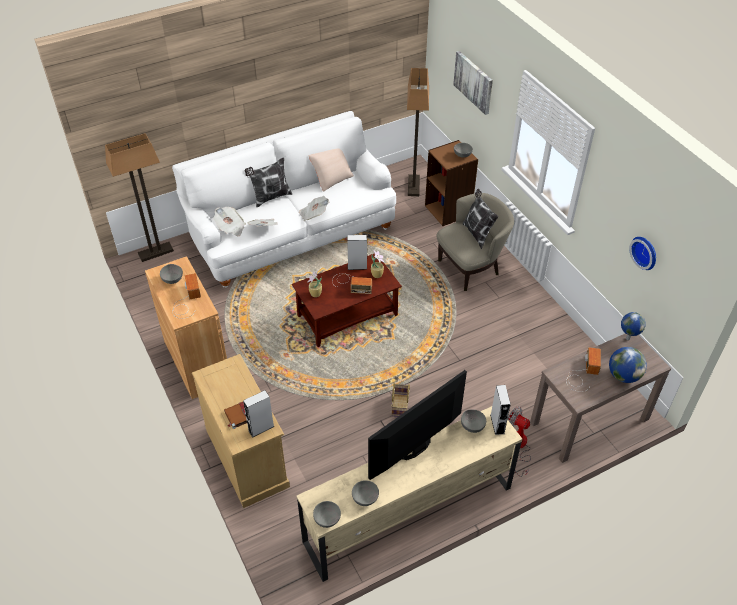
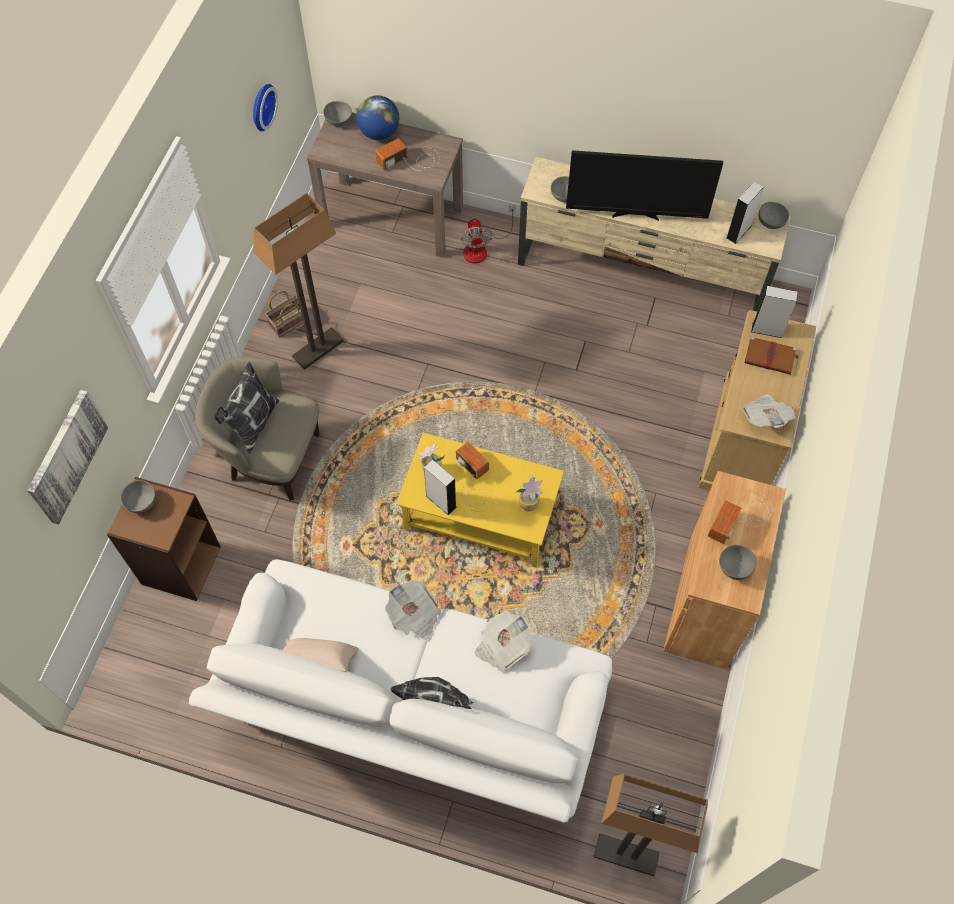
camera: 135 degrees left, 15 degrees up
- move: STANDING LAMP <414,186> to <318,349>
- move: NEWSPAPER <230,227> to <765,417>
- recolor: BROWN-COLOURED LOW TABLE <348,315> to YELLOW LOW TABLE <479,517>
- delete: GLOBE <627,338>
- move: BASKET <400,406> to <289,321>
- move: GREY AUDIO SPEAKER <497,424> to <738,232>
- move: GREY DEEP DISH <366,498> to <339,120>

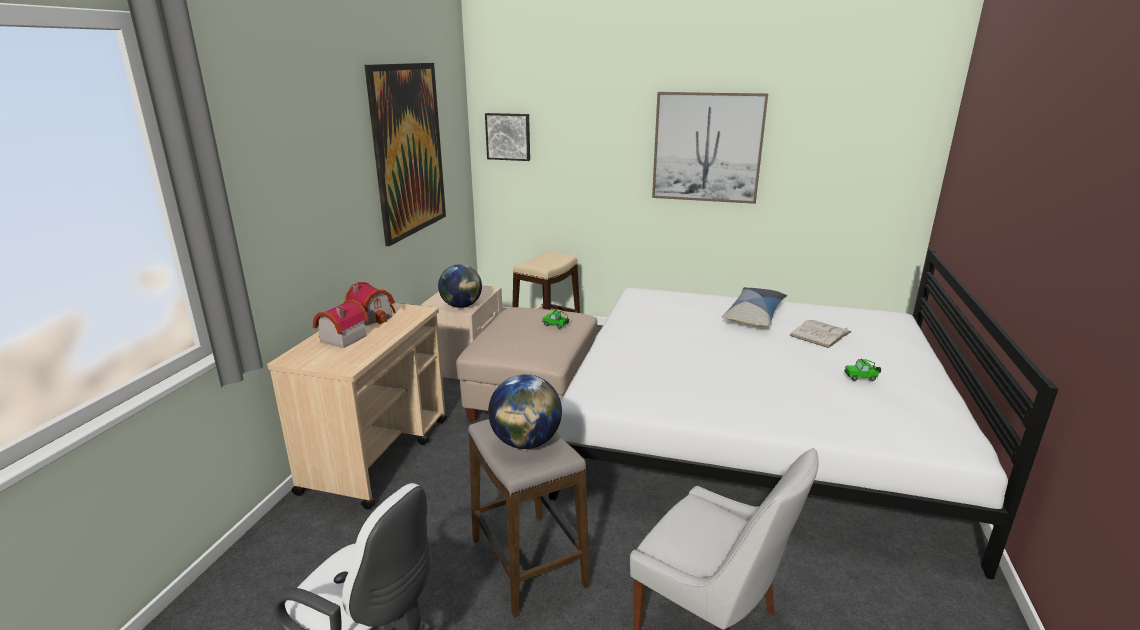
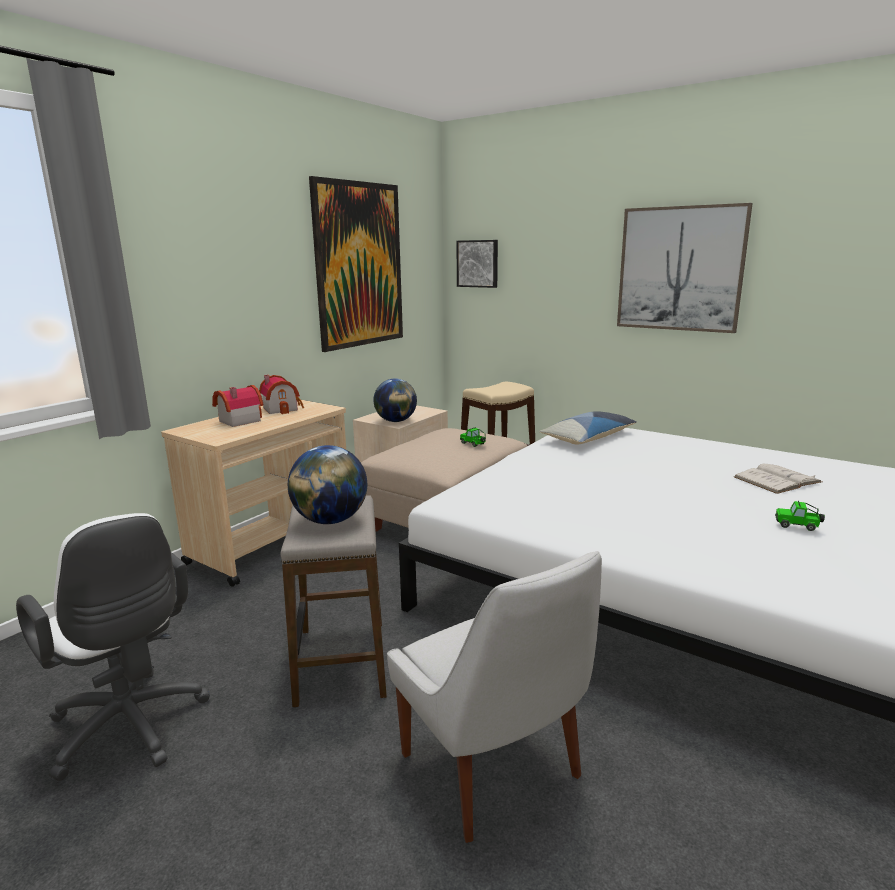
camera: 20 degrees right, 5 degrees down
- move: PILLOW <754,315> to <589,437>

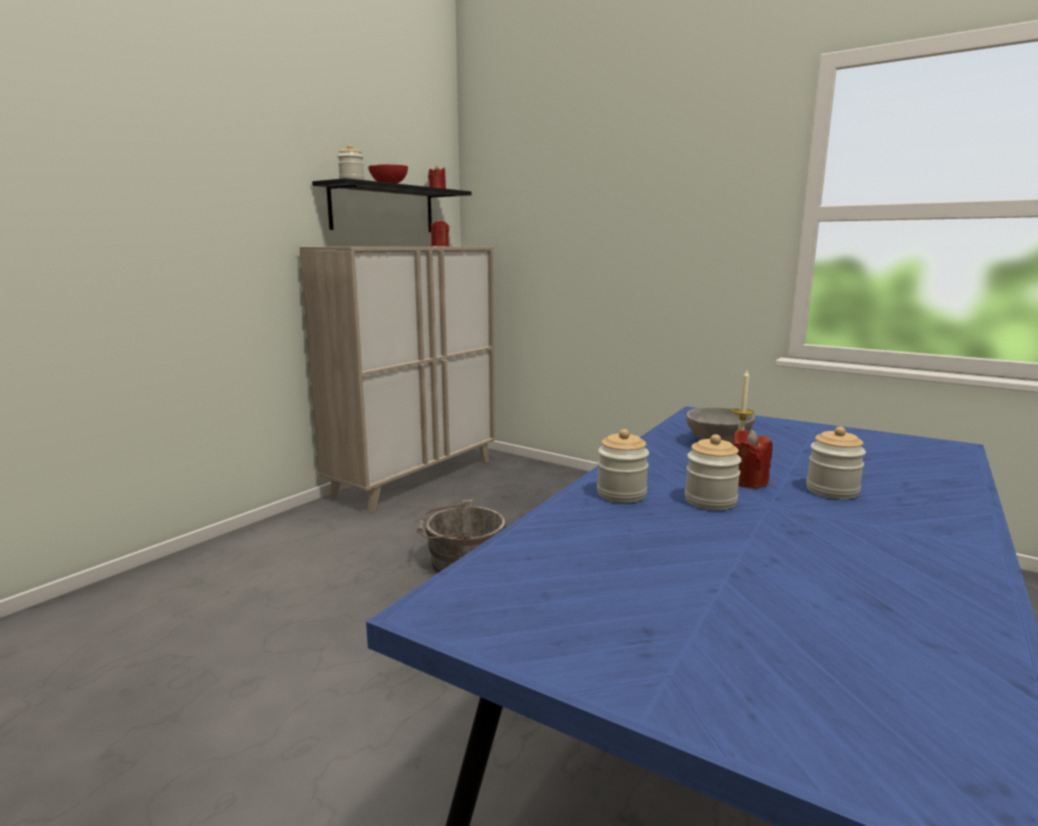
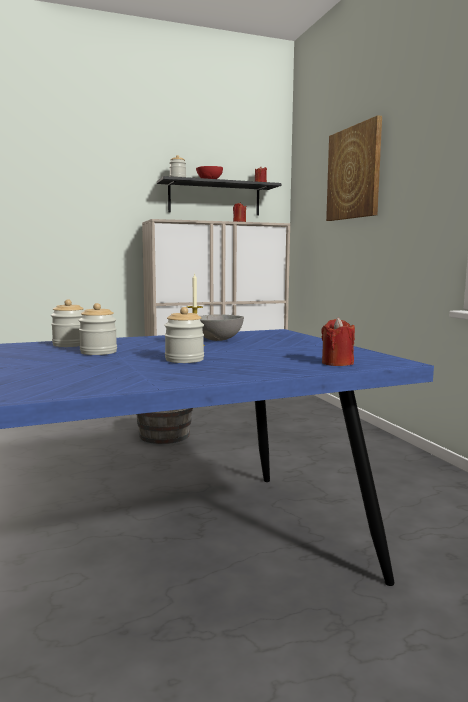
camera: 35 degrees right, 5 degrees down
- move: RED-COLOURED WAX LIGHT <748,481> to <337,363>
- insert: WALL ART <354,173>

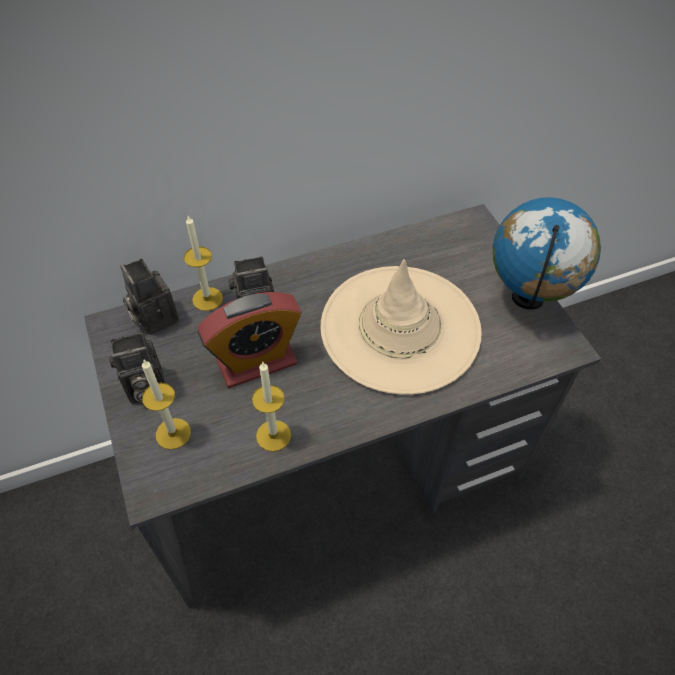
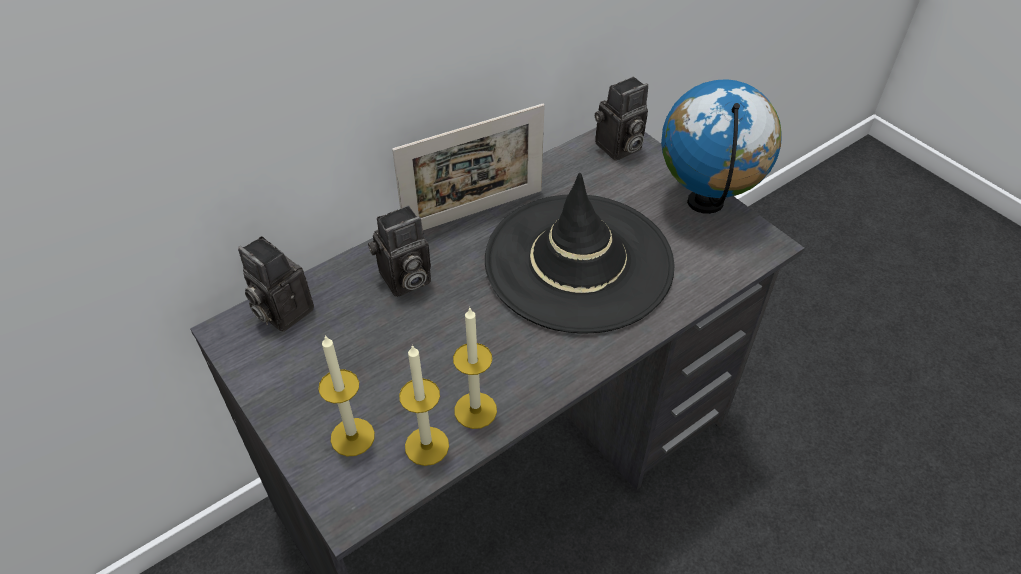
camera: 15 degrees left, 5 degrees down
- move: WAX LIGHT <207,299> to <427,446>
- recolor: BEIGE-COLOURED WEARABLE HAT <400,328> to BLACK-COLOURED WEARABLE HAT <578,262>
- delete: BEDSIDE CLOCK <256,361>
- move: STILL CAMERA <144,389> to <618,148>
- insert: STANDING FRAME <474,212>

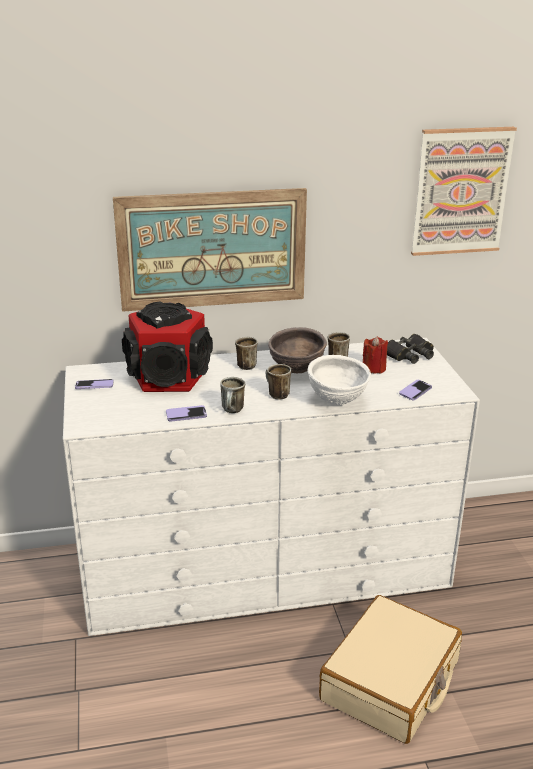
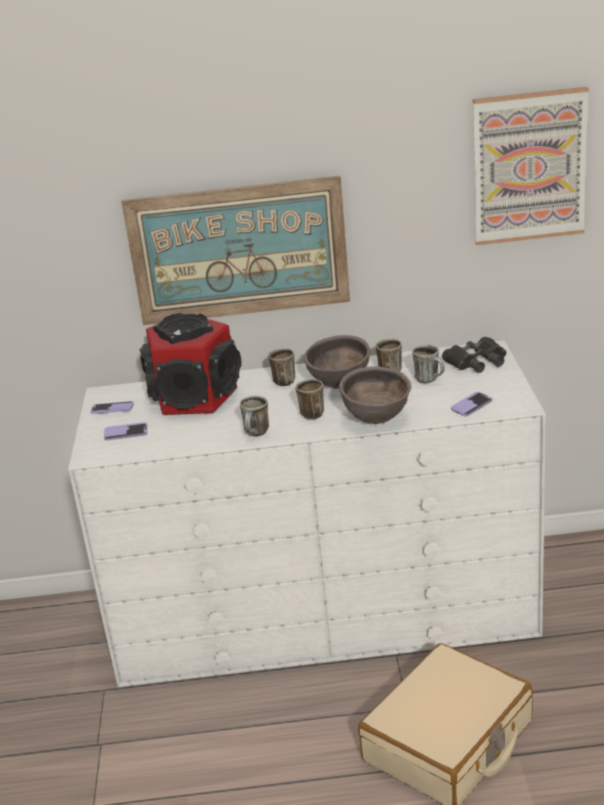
camera: 10 degrees right, 0 degrees up
- replace: RED-COLOURED WAX LIGHT <374,368> to MUG <430,380>
- recolor: WHITE-COLOURED DEEP DISH <337,402> to BROWN-COLOURED DEEP DISH <376,420>
- move: TELEPHONE <186,414> to <126,433>

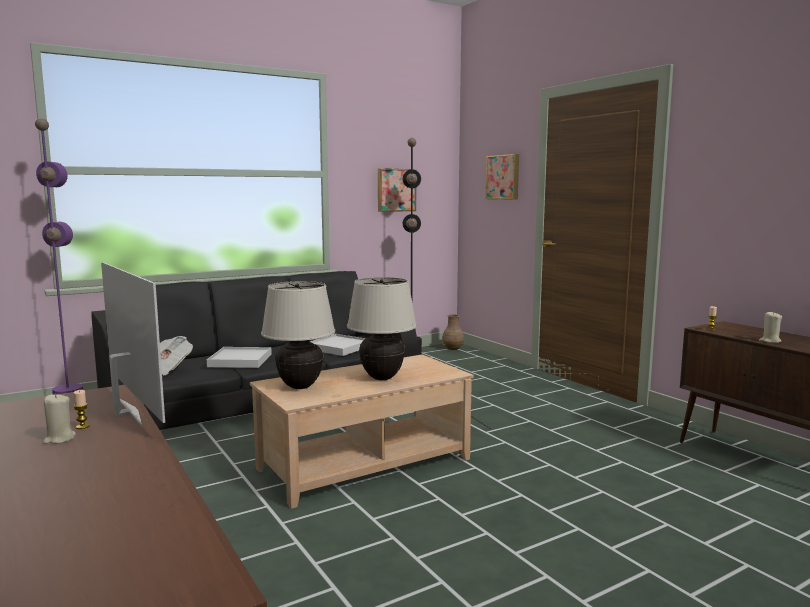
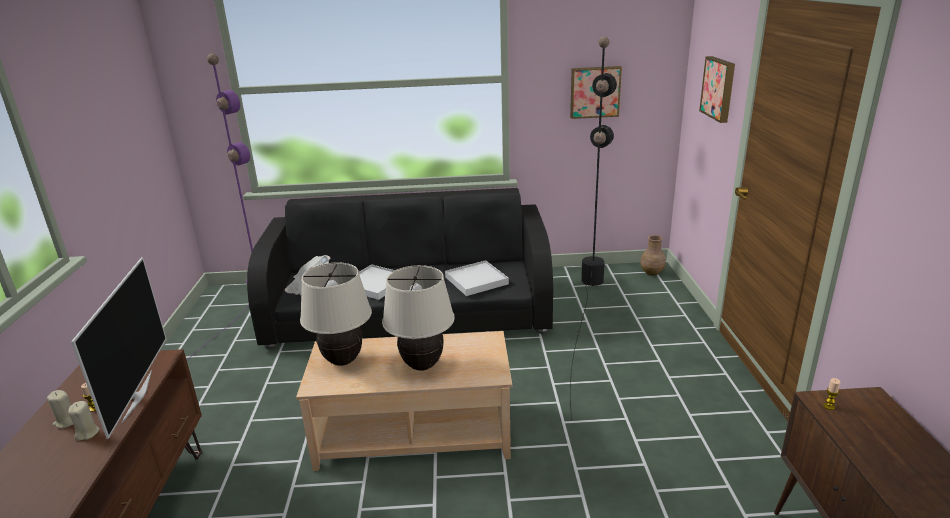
camera: 30 degrees right, 15 degrees up
- move: BEIGE-COLOURED WAX LIGHT <770,341> to <87,433>

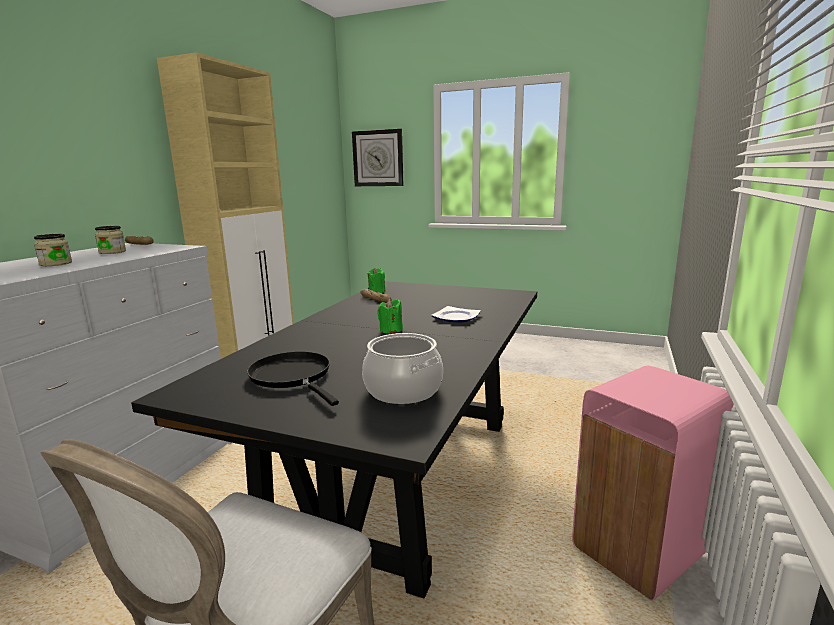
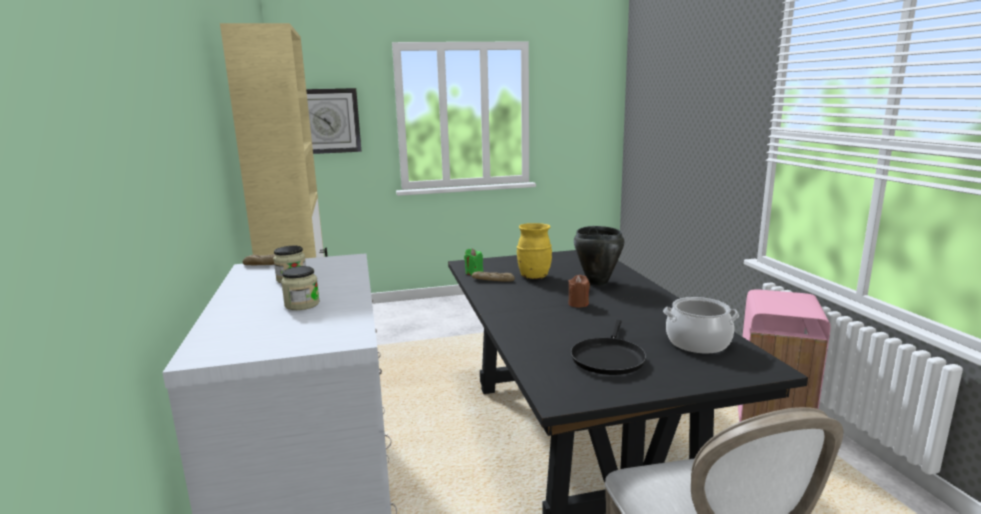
camera: 35 degrees left, 0 degrees up
- recolor: GREEN-COLOURED WAX LIGHT <390,330> to BROWN-COLOURED WAX LIGHT <578,304>
- replace: FLAT DISH <455,317> to BLACK-COLOURED SAUCEPOT <597,282>
- rotate: BLACK-COLOURED FRYING PAN <293,377> = <608,358> 90 degrees counterclockwise
- insert: YELLOW FLOWER VASE <534,276>

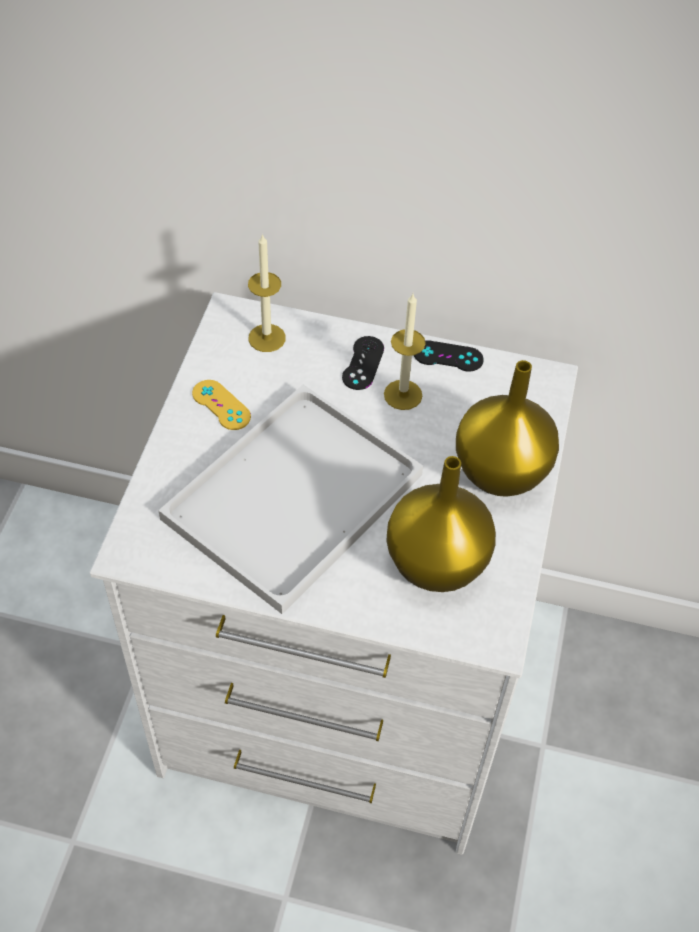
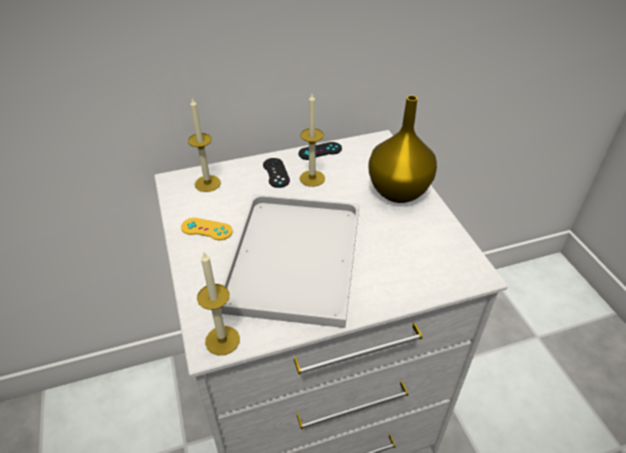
camera: 30 degrees left, 10 degrees down
- delete: YELLOW FLOWER VASE <435,562>
- insert: WAX LIGHT <222,340>

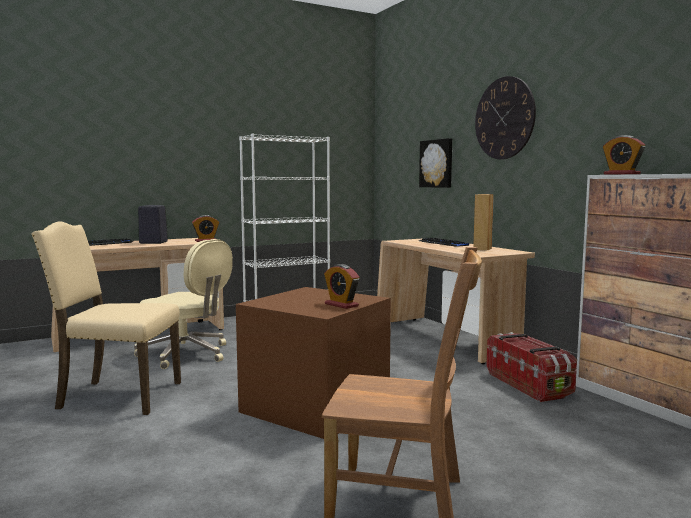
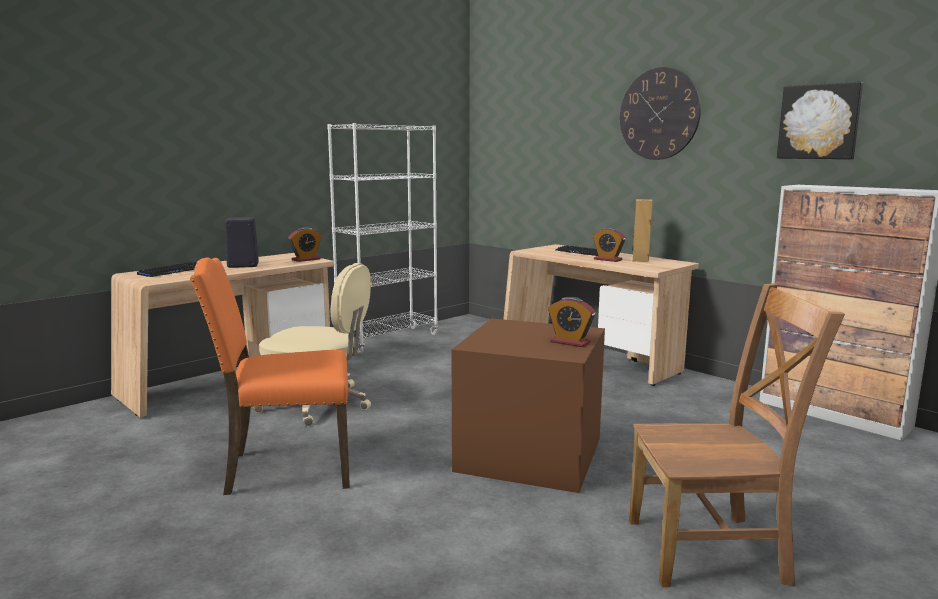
camera: 15 degrees left, 5 degrees up
- move: BEDSIDE CLOCK <621,174> to <608,259>
- move: WALL ART <437,163> to <819,122>
- recolor: BEIGE-COLOURED UPRIGHT CHAIR <117,396> to ORANGEY UPRIGHT CHAIR <286,468>
- delete: STORAGE BOX <529,384>

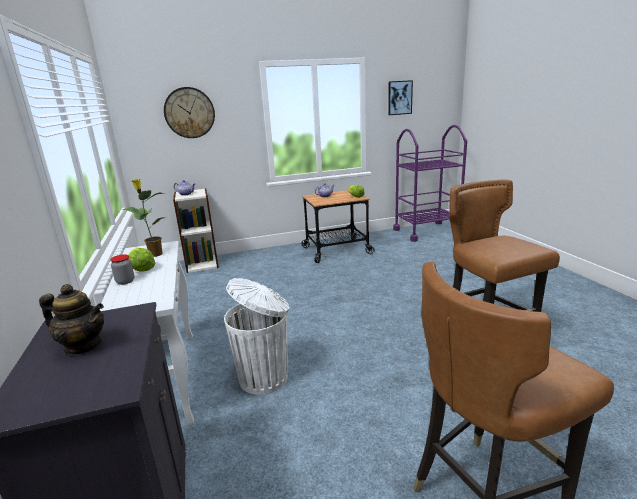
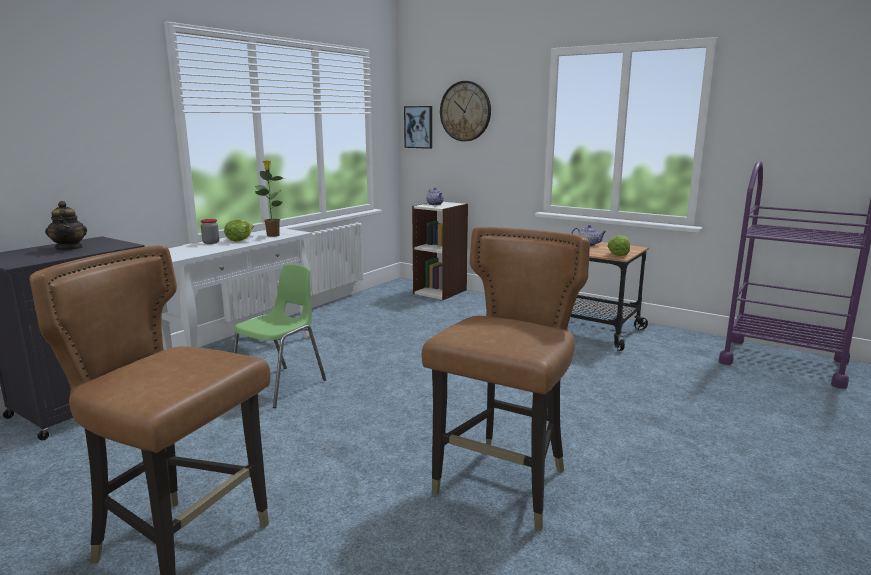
camera: 50 degrees right, 5 degrees down
- move: WALL ART <399,97> to <419,127>
- replace: WHITE-COLOURED WASTE BIN <265,377> to GREEN-COLOURED UPRIGHT CHAIR <280,386>

